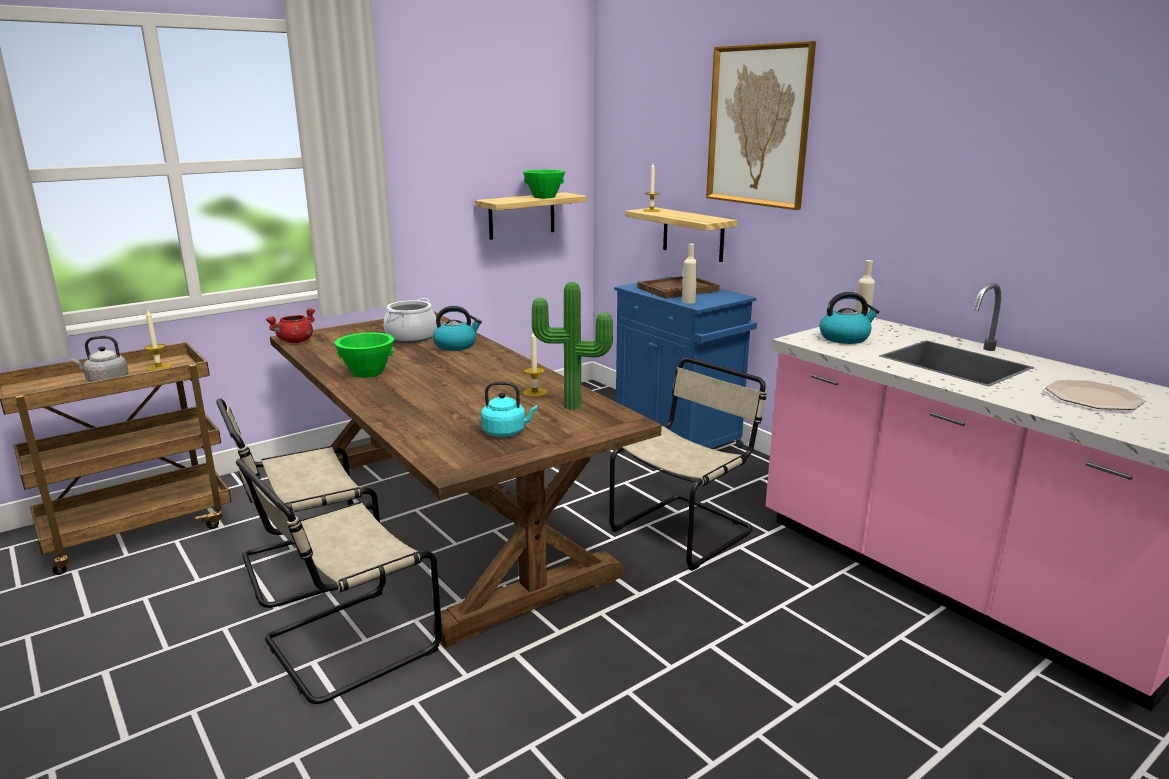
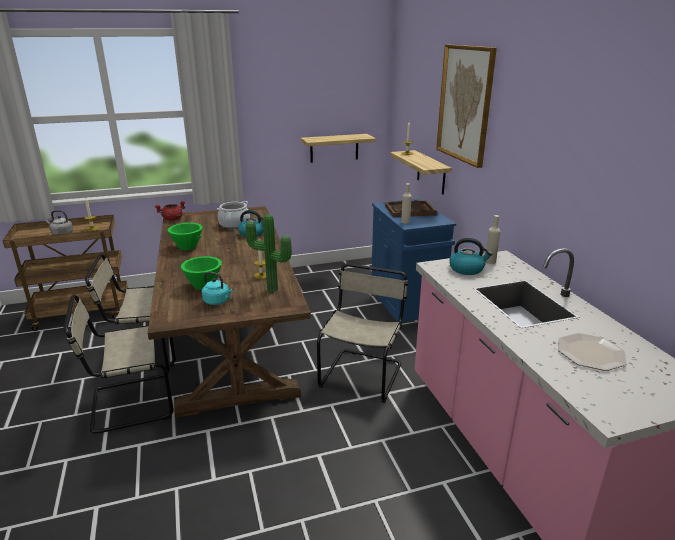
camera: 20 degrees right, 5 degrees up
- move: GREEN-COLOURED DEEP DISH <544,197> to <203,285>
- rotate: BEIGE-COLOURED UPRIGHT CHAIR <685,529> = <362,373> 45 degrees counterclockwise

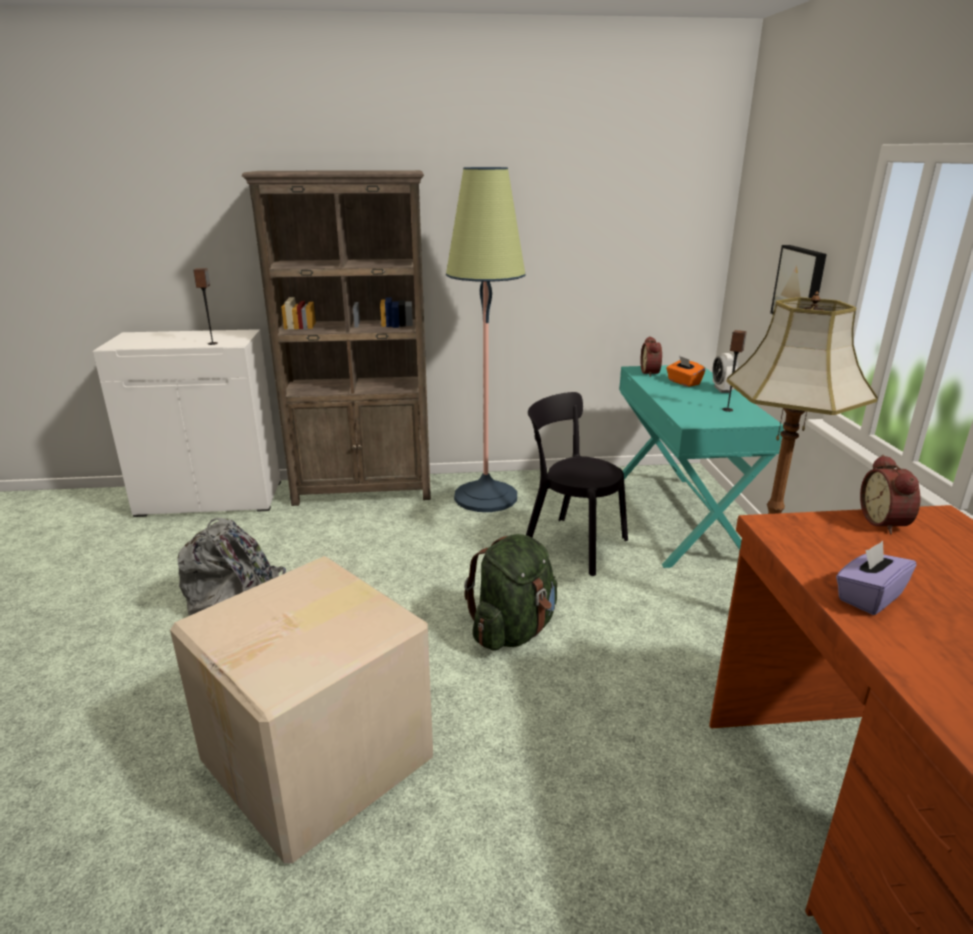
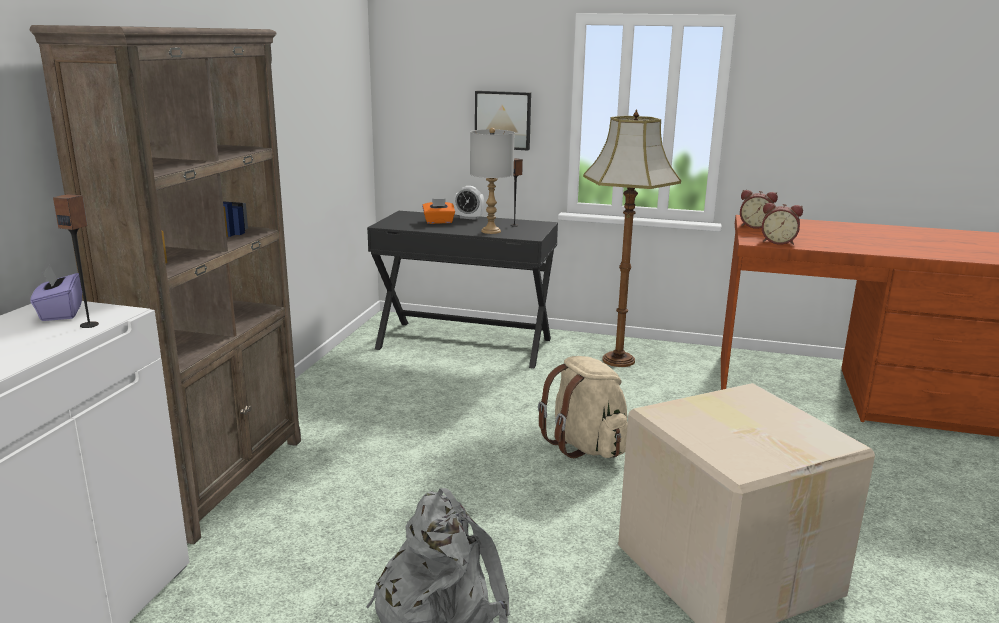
camera: 70 degrees left, 5 degrees down
- delete: STANDING LAMP <485,497>
- move: BEDSIDE CLOCK <651,373> to <778,242>
- recolor: TURQUOISE DESK UNIT <678,518> to BLACK-COLOURED DESK UNIT <465,343>
- delete: BLACK-COLOURED UPRIGHT CHAIR <570,544>
- recolor: GREEN-COLOURED RUCKSACK <513,630> to BEIGE-COLOURED RUCKSACK <585,446>
- move: PURPLISH TISSUE HOLDER <868,597> to <61,313>
- insert: GREY TABLETOP LAMP <490,231>

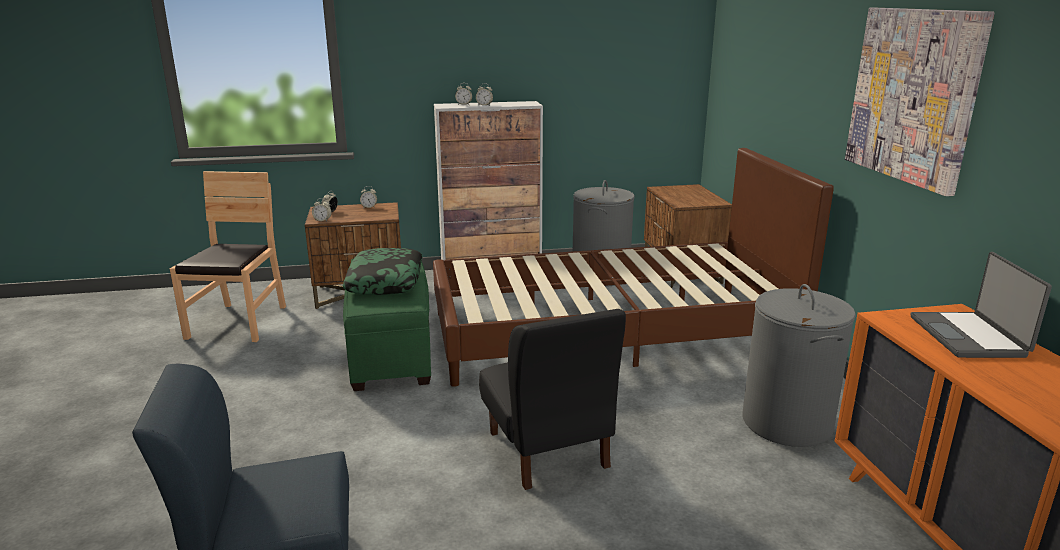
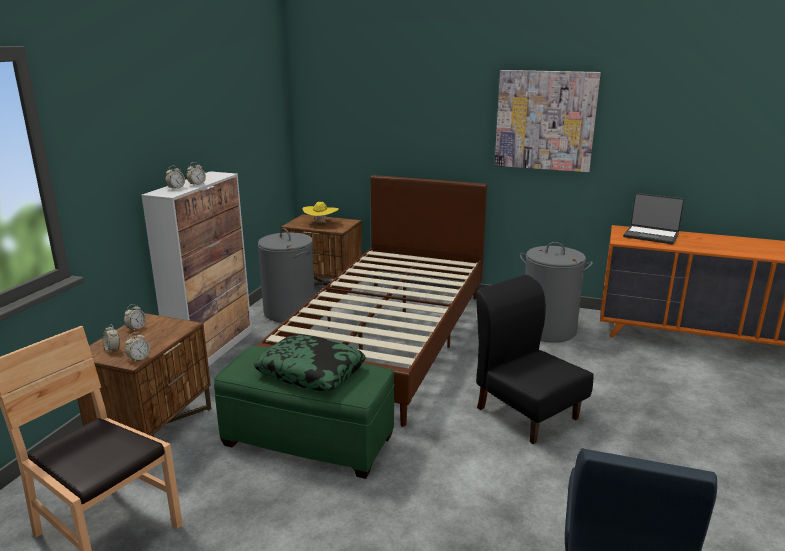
camera: 60 degrees left, 0 degrees up
- rotate: BLACK-COLOURED UPRIGHT CHAIR <547,450> = <526,412> 135 degrees counterclockwise
- insert: YELLOW WEARABLE HAT <321,223>

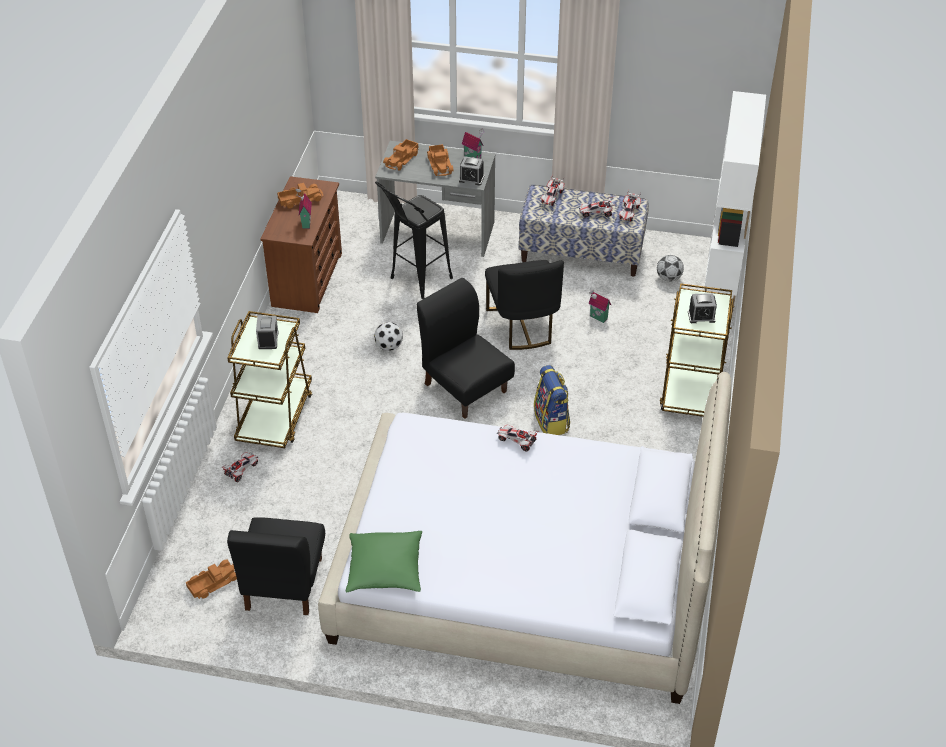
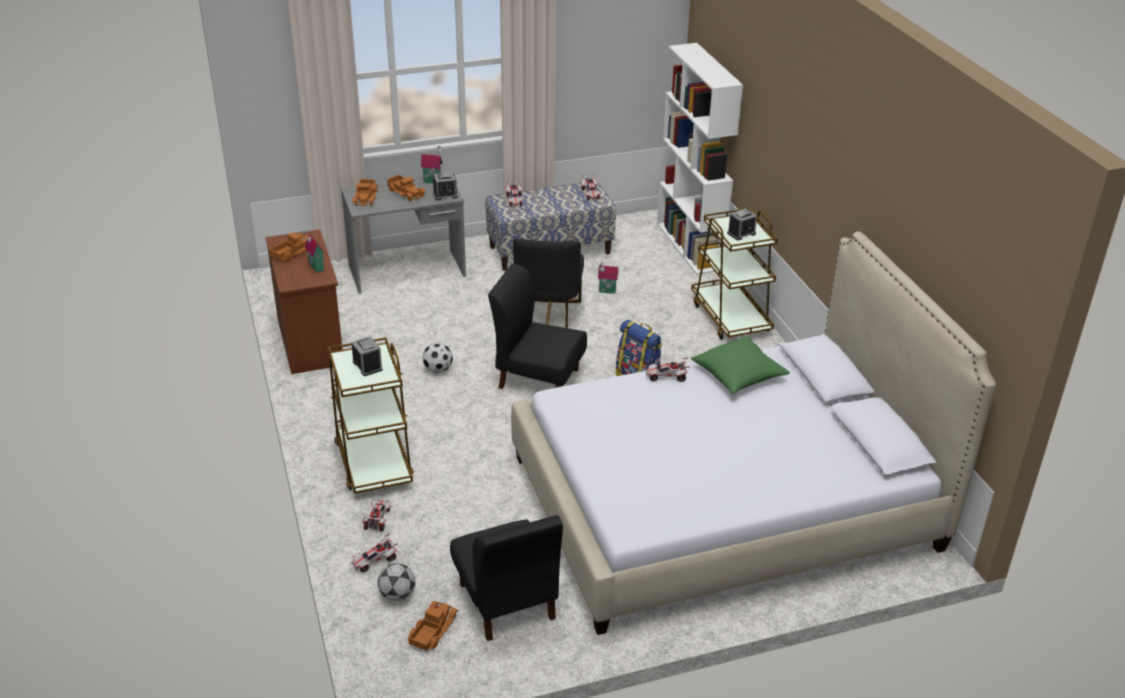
camera: 30 degrees left, 10 degrees down
- delete: BLACK-COLOURED SITTING STOOL <414,283>
- move: MINIATURE CAR <596,213> to <375,561>
- move: FOOTBALL BALL <668,278> to <397,595>
- rotate: BLACK-COLOURED UPRIGHT CHAIR <522,326> = <547,316> 45 degrees clockwise
- move: GREEN-COLOURED PILLOW <385,569> to <738,375>

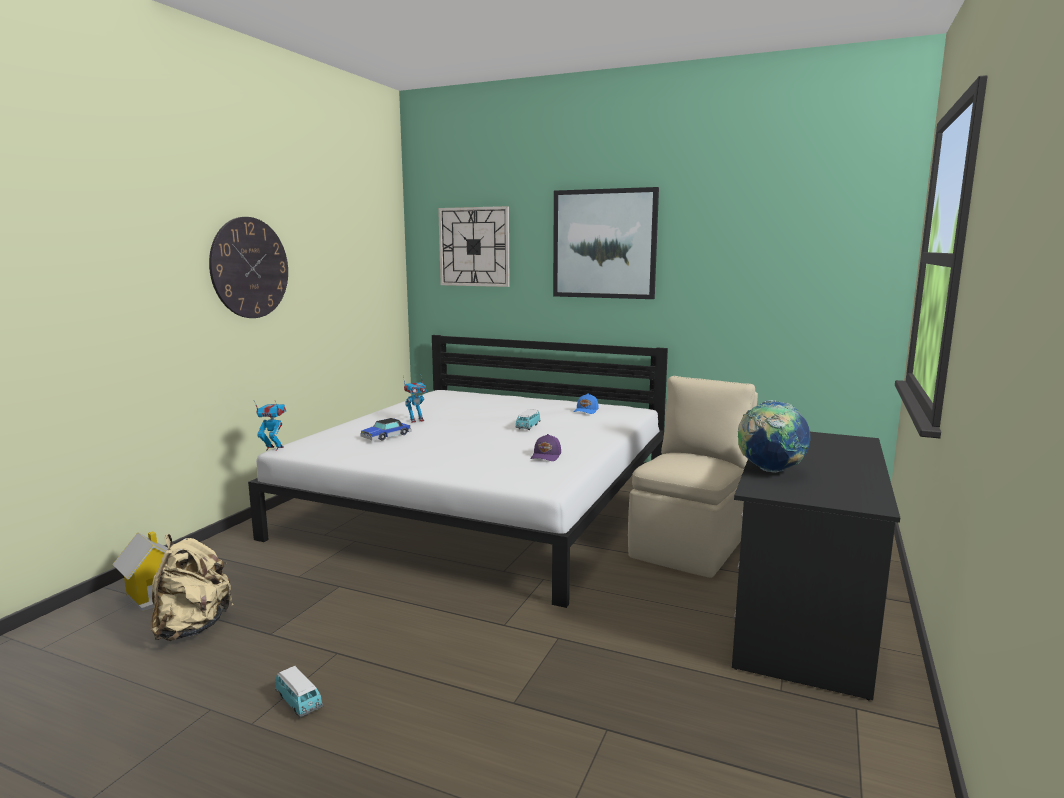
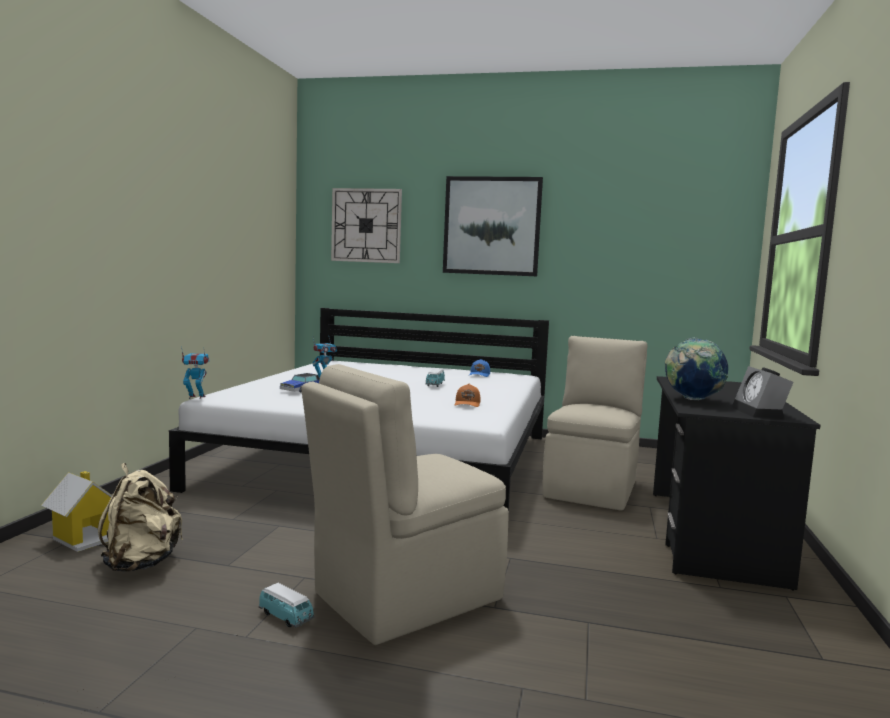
camera: 10 degrees left, 5 degrees down
- delete: CLOCK ON THE WALL <250,268>
- recolor: PURPLISH CAP <546,456> to ORANGEY CAP <468,404>
- insert: BEIGE-COLOURED UPRIGHT CHAIR <403,597>
- insert: BEDSIDE CLOCK <760,413>

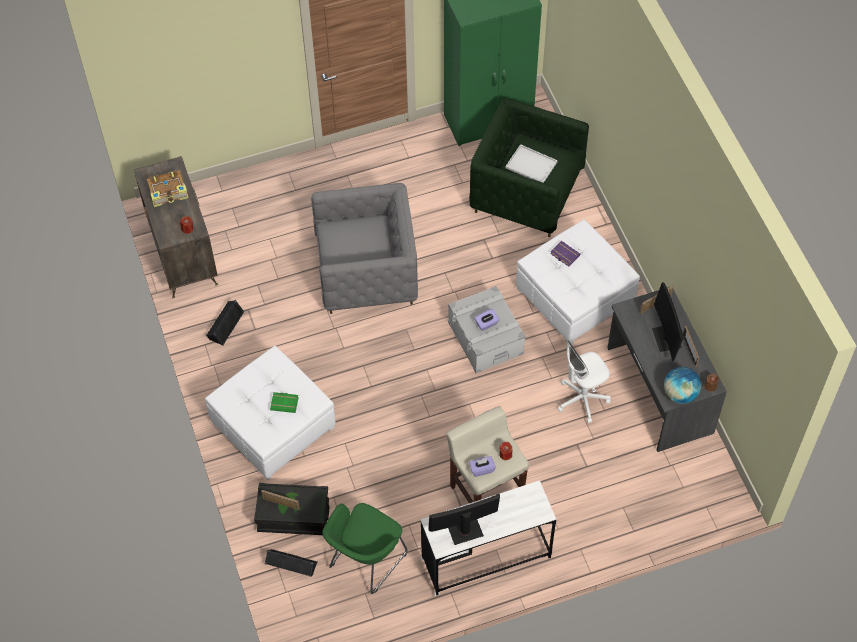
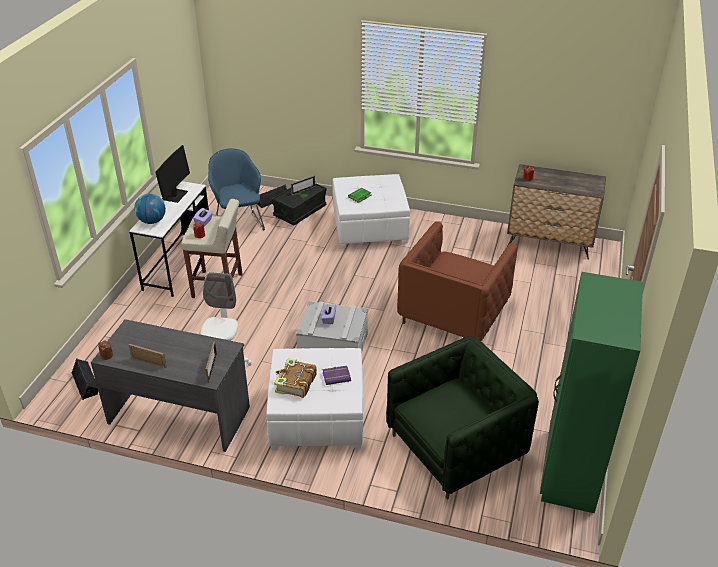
camera: 125 degrees right, 20 degrees down
- delete: WHITE-COLOURED SERVING TRAY <530,165>
- move: BOUND BOOK <168,192> to <295,383>
- recolor: GREY EASY CHAIR <366,273> to BROWN-COLOURED EASY CHAIR <453,314>
- delete: COMPUTER DISPLAY <666,338>
- move: BLACK-COLOURED AUDIO SPEAKER <225,324> to <86,382>
- move: GLOBE <680,394> to <152,221>
- recolor: GREEN-COLOURED EASY CHAIR <365,562> to BLUE-COLOURED EASY CHAIR <239,223>

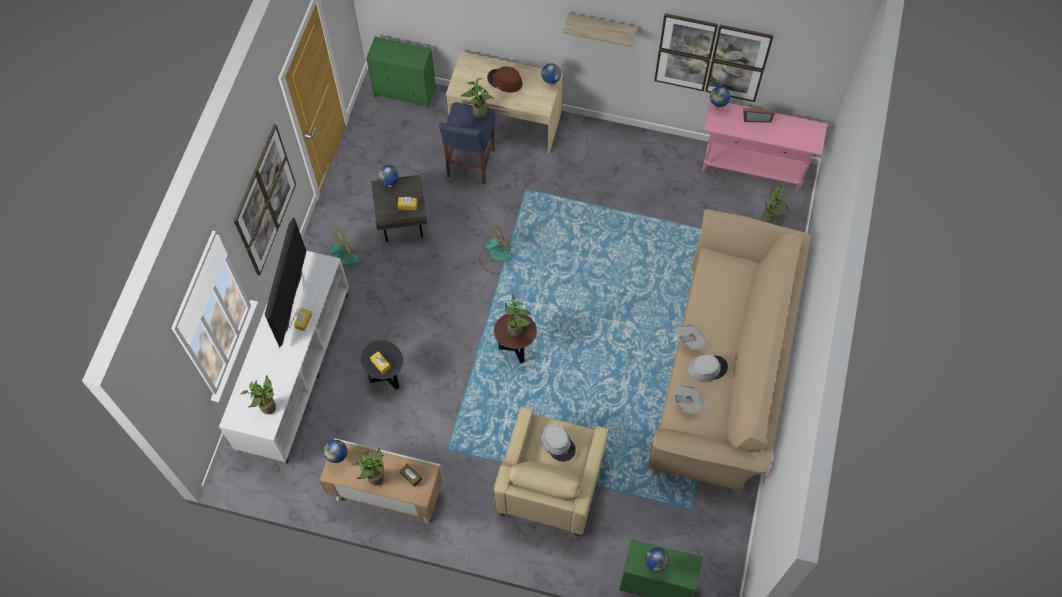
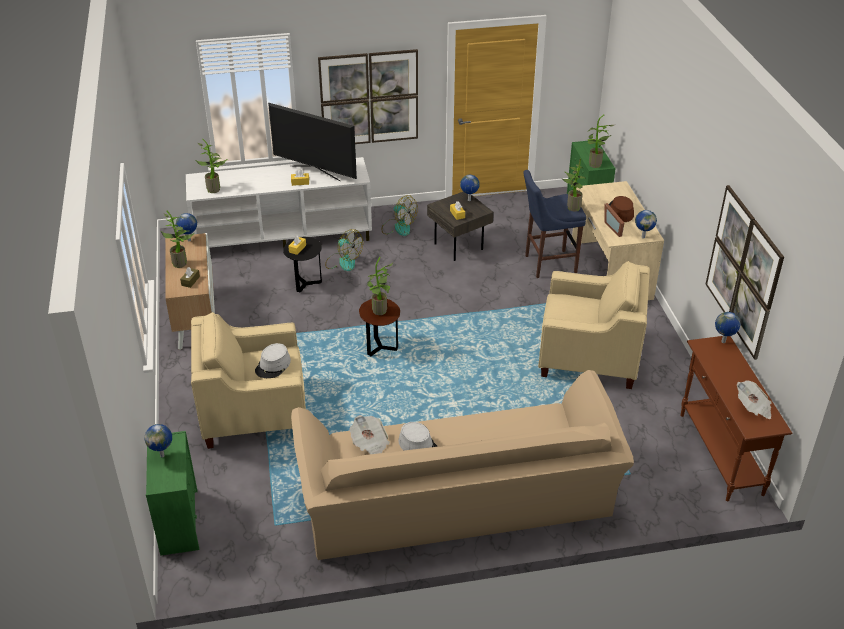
camera: 65 degrees right, 25 degrees down
- delete: WALL SHELF <601,27>
- recolor: PINKISH NARROW TABLE <752,169> to BROWN-COLOURED NARROW TABLE <720,454>
- move: STANDING FRAME <755,118> to <614,227>
- move: POTTED PLANT <770,218> to <595,165>
- rotate: TV <293,301> = <315,173> 45 degrees clockwise
- move: ELECTRIC FAN <495,256> to <343,261>
- move: NEWSPAPER <692,340> to <753,408>
- insert: BEIGE-COLOURED EASY CHAIR <589,357>

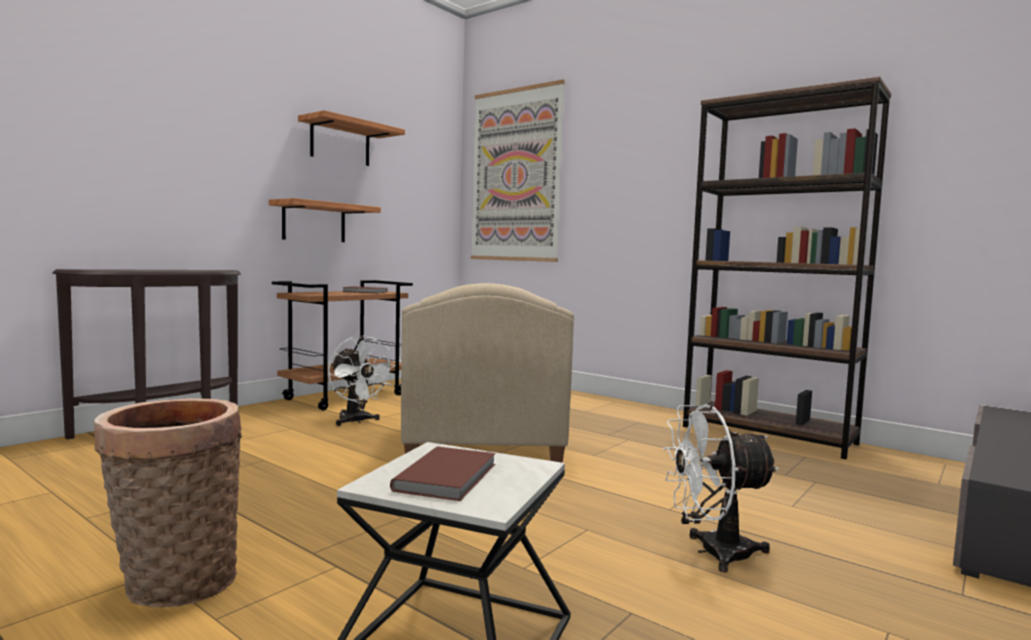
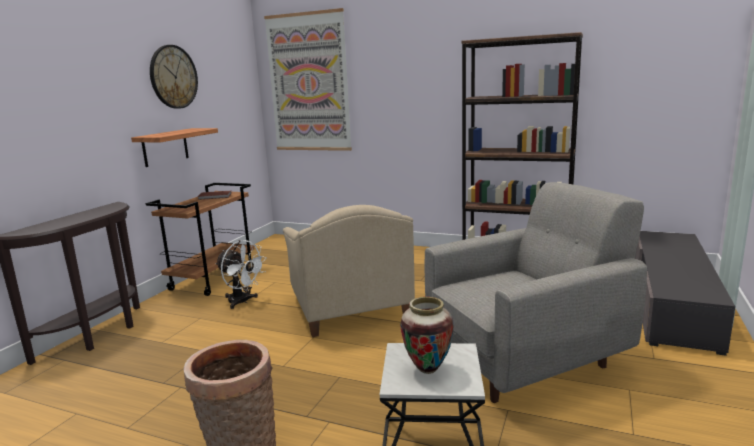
camera: 15 degrees left, 10 degrees up
- replace: WALL SHELF <340,143> to CLOCK ON THE WALL <173,77>
- replace: WHITE-COLOURED ELECTRIC FAN <712,552> to GREY EASY CHAIR <528,360>
- replace: BROWN-COLOURED BOUND BOOK <449,477> to FLOWER VASE <428,369>

